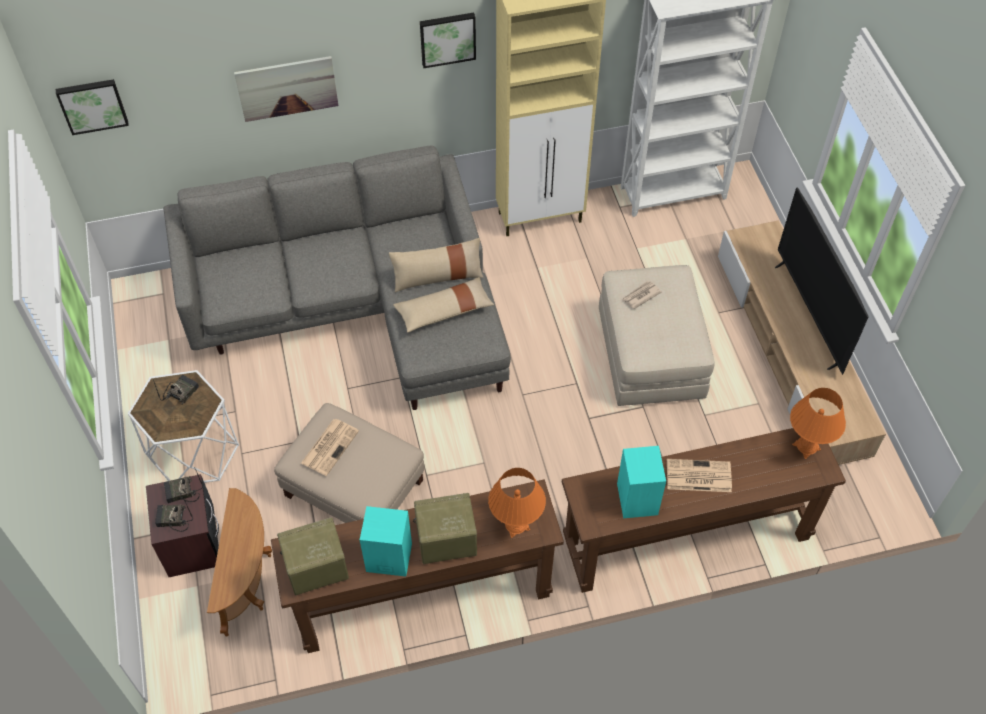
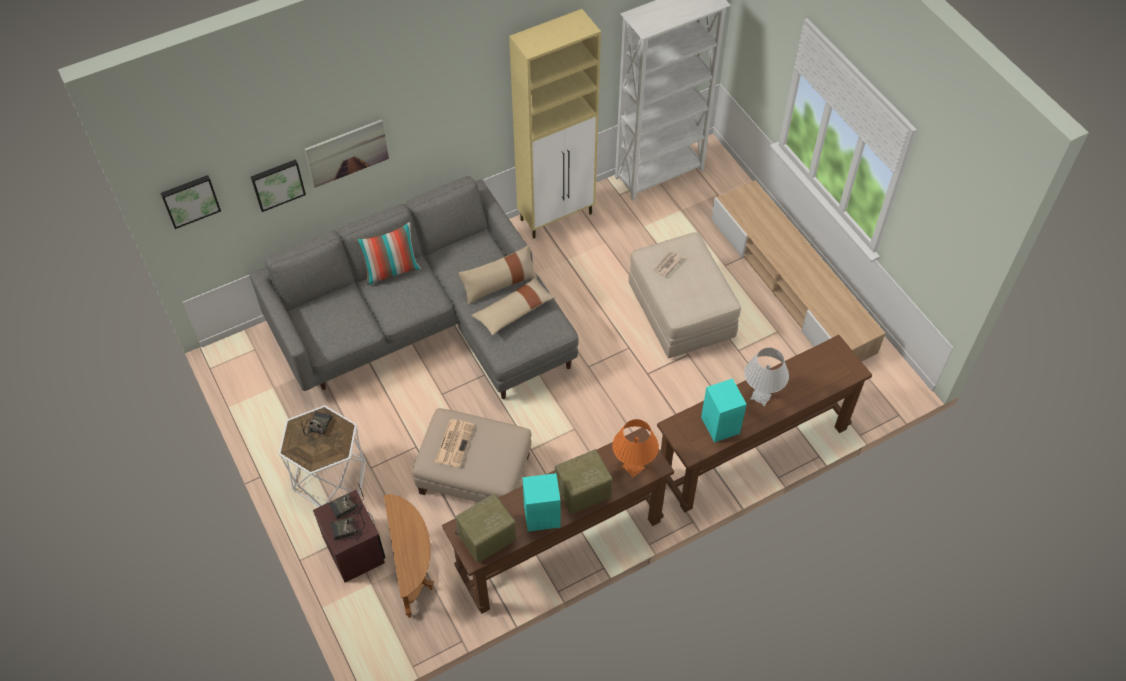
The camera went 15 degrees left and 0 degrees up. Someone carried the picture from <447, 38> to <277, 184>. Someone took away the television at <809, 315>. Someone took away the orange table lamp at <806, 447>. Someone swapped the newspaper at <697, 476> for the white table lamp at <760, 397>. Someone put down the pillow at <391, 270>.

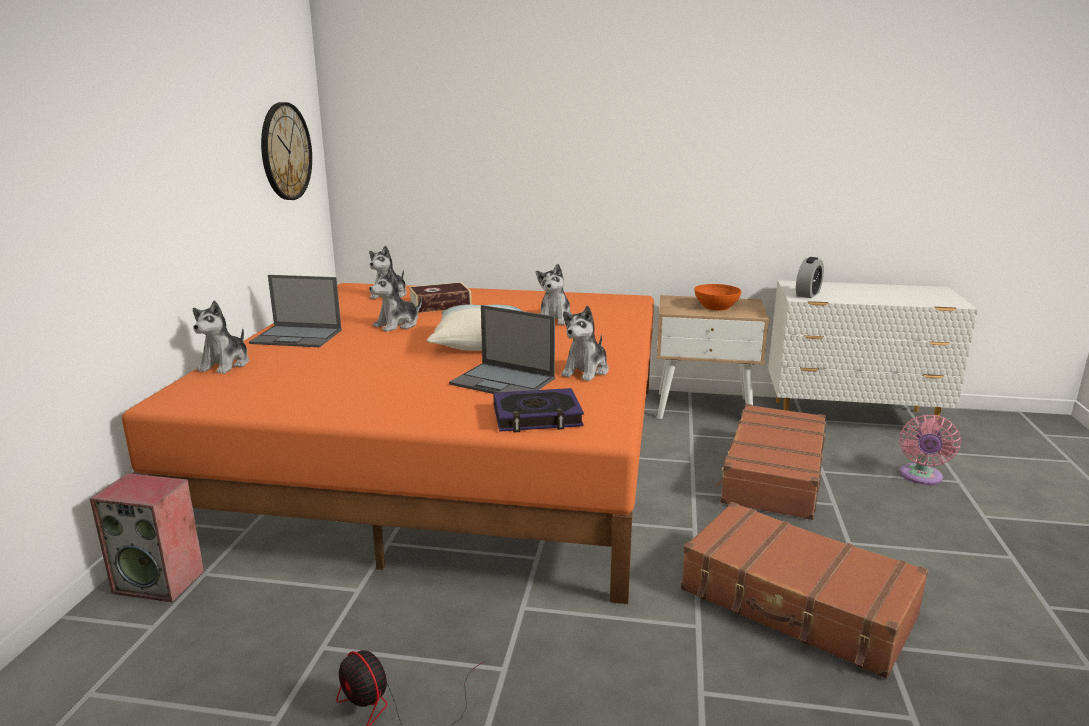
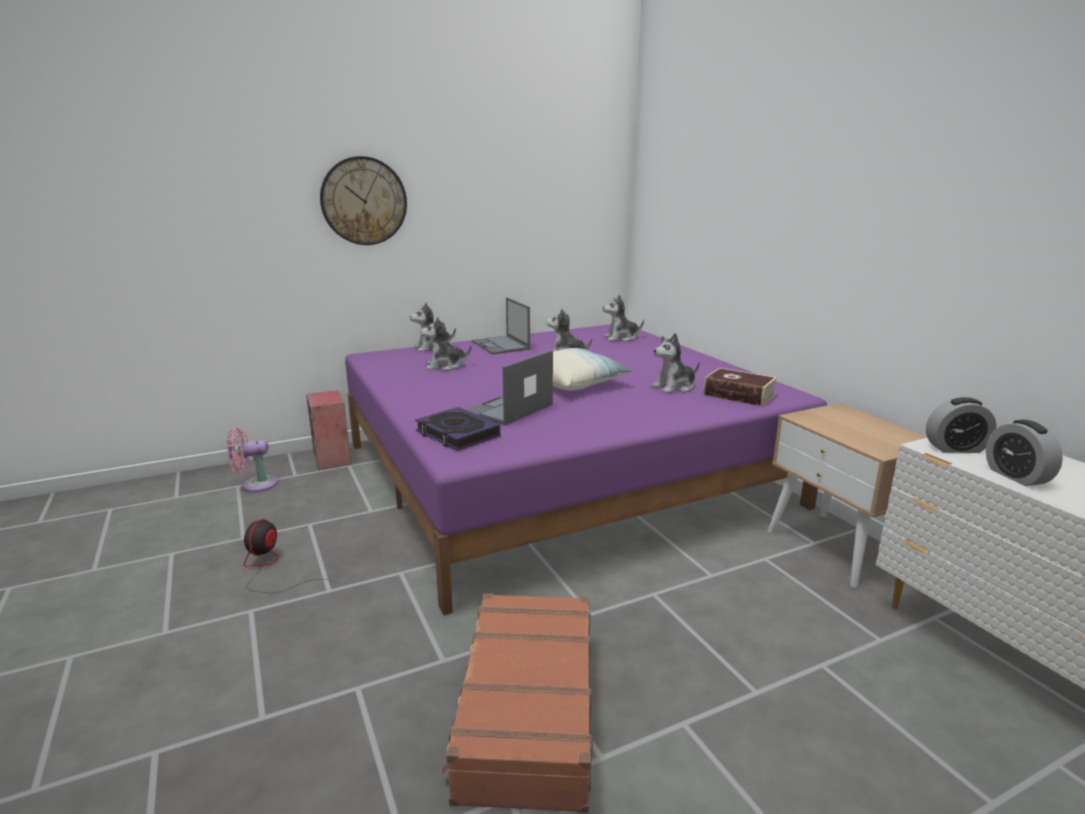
The camera went 55 degrees right and 0 degrees up. Someone carried the wall clock from <285, 151> to <364, 201>. Someone carried the book from <440, 305> to <738, 395>. Someone repainted the orange bed at <450, 456>, which became the purple bed at <560, 474>. Someone took away the orange bowl at <716, 307>. Someone rotated the laptop at <504, 381> by 45 degrees clockwise. Someone carried the plush toy from <586, 371> to <445, 366>. Someone took away the brown suitcase at <772, 475>. Someone carried the pink fan from <920, 477> to <255, 485>. Someone put down the alarm clock at <1016, 476>.

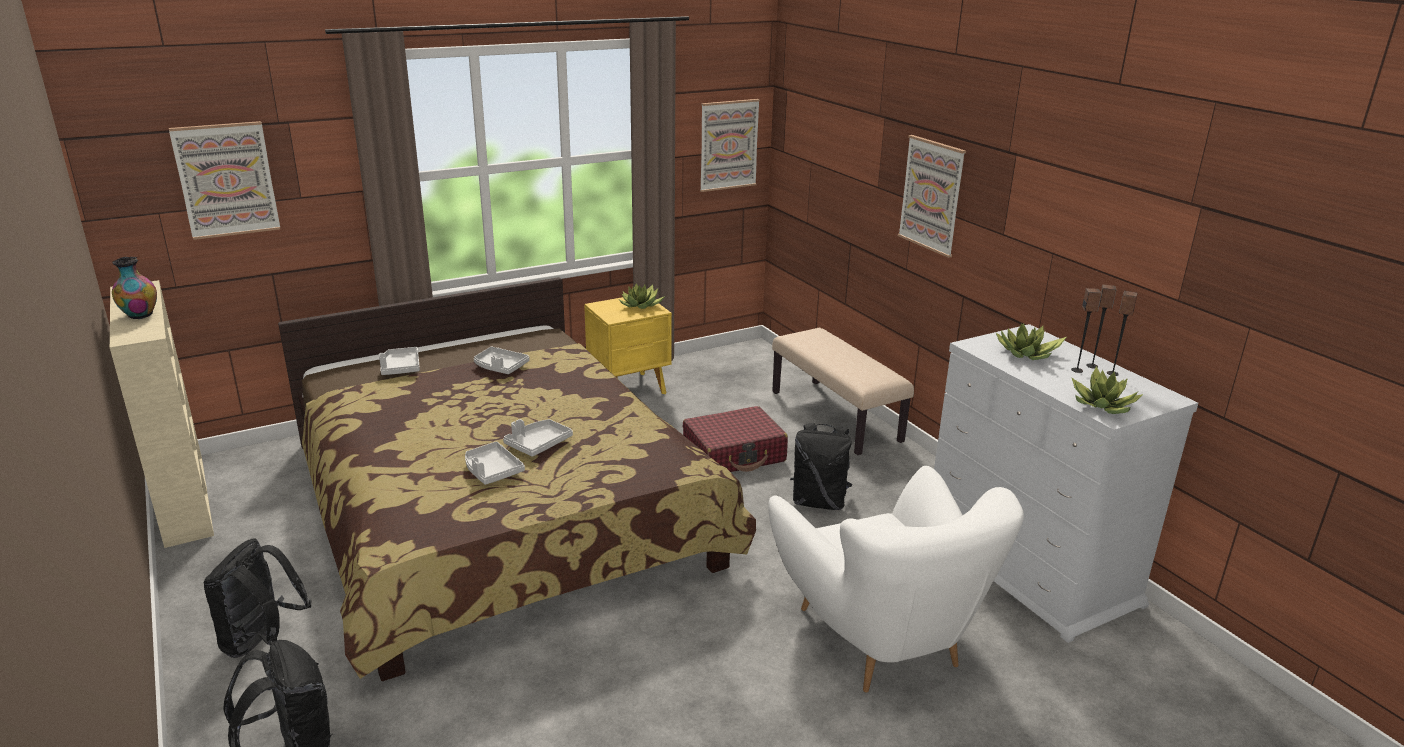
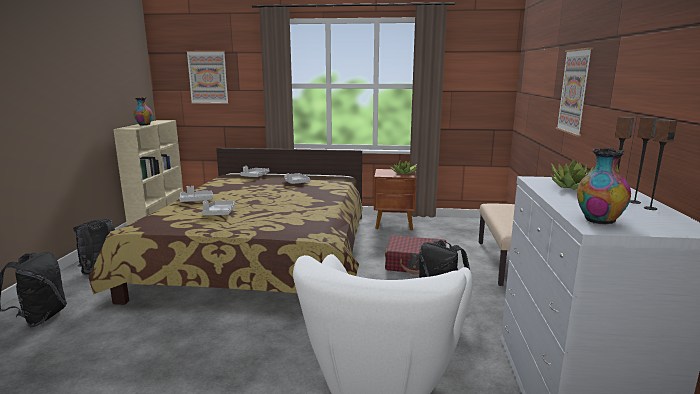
The camera went 35 degrees right and 10 degrees down. Someone took away the picture at <728, 145>. Someone repainted the yellow nightstand at <629, 389>, which became the brown nightstand at <394, 224>. Someone swapped the potted plant at <1102, 406> for the vase at <598, 220>. Someone carried the grey tray from <538, 444> to <196, 200>.

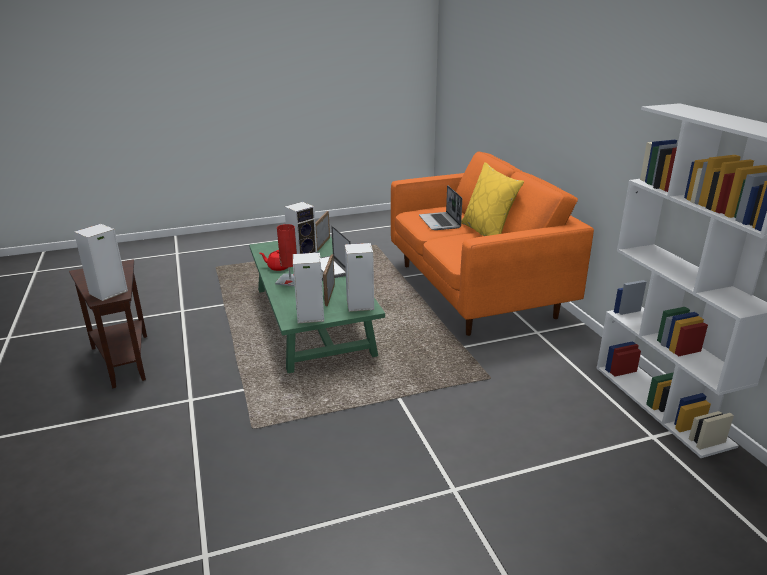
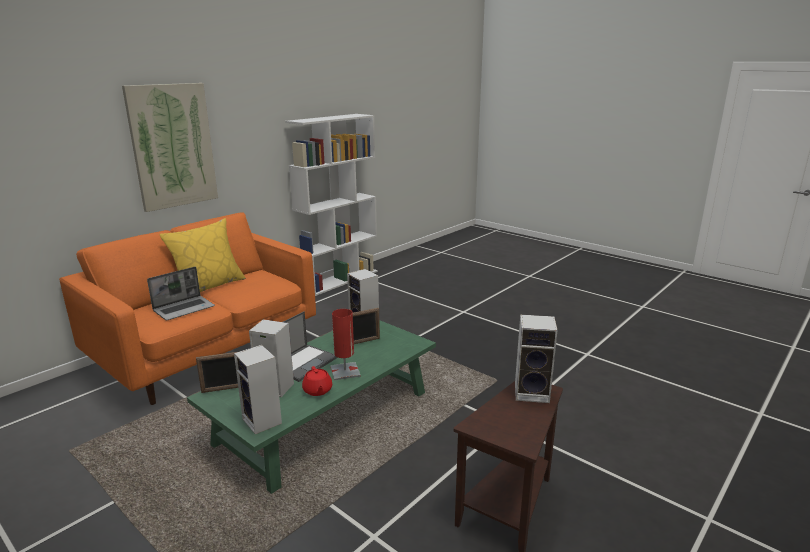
The camera went 120 degrees left and 5 degrees down. Someone carried the speaker from <309, 317> to <263, 421>. Someone put up the picture at <172, 146>.

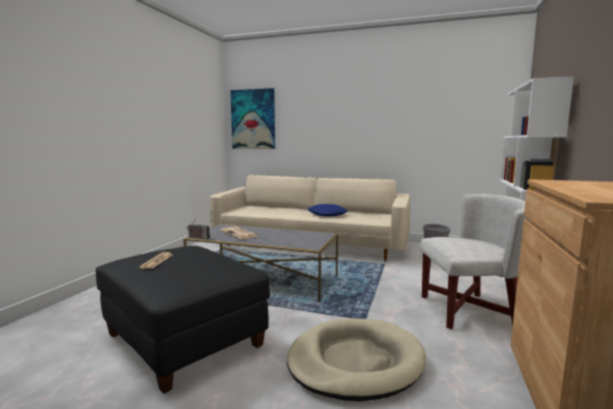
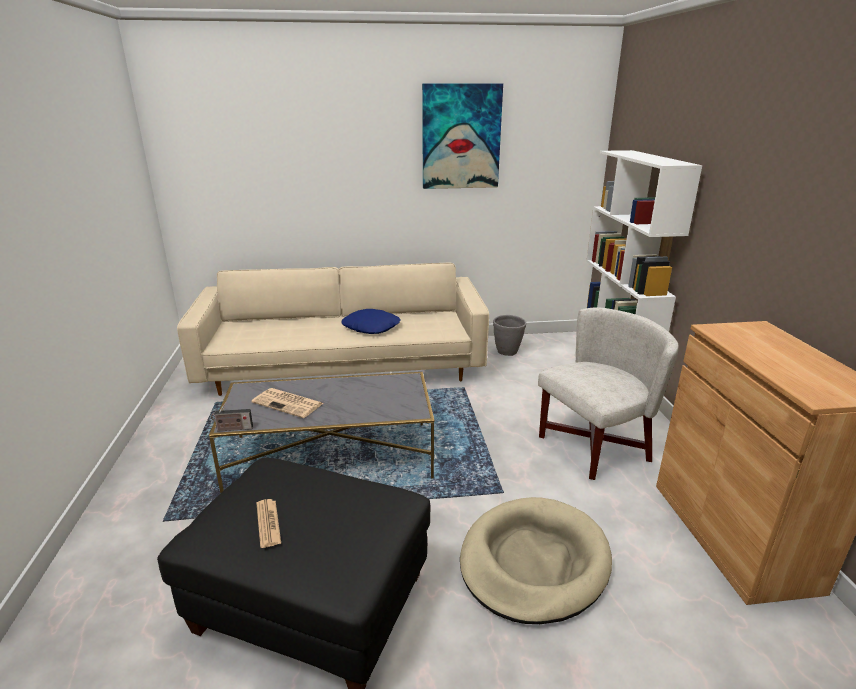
The camera went 25 degrees left and 15 degrees up. Someone carried the picture from <253, 119> to <461, 137>.

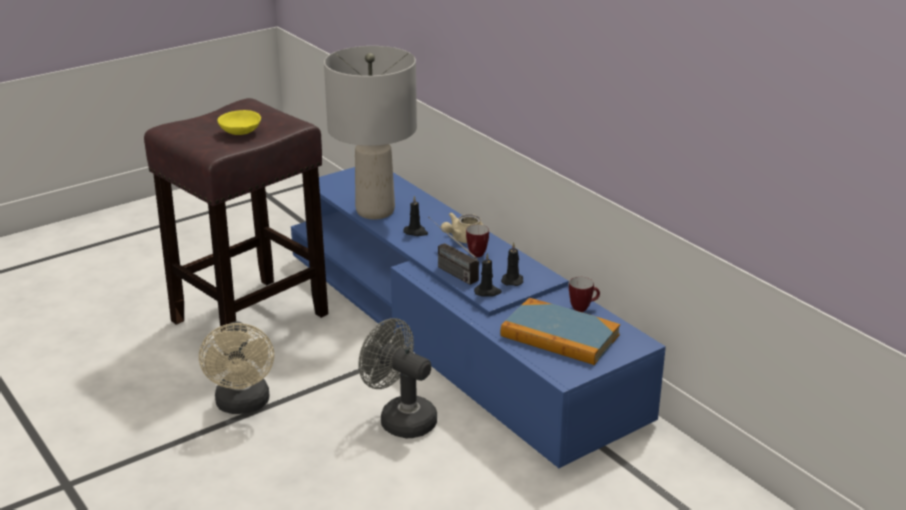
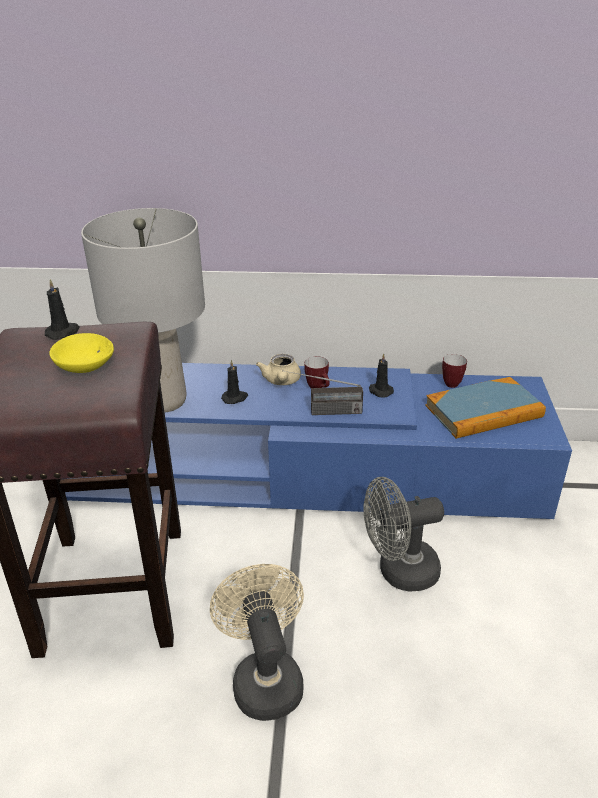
The camera went 50 degrees left and 5 degrees up. Someone carried the black candle from <487, 292> to <63, 332>. Someone rotated the beige fan at <243, 405> by 135 degrees counterclockwise.

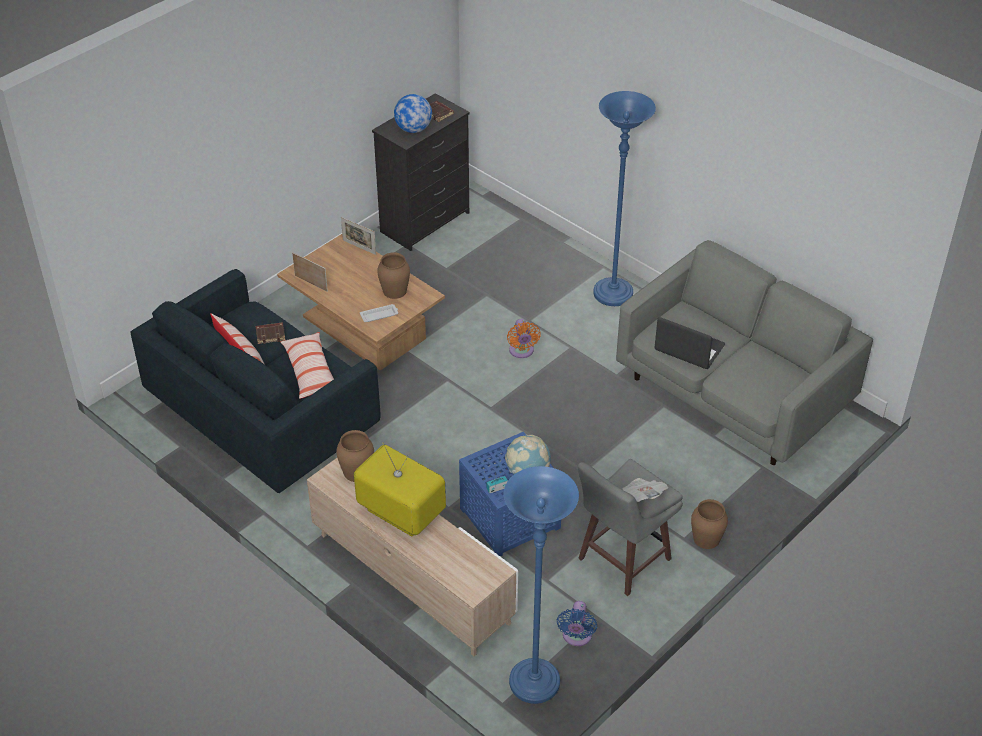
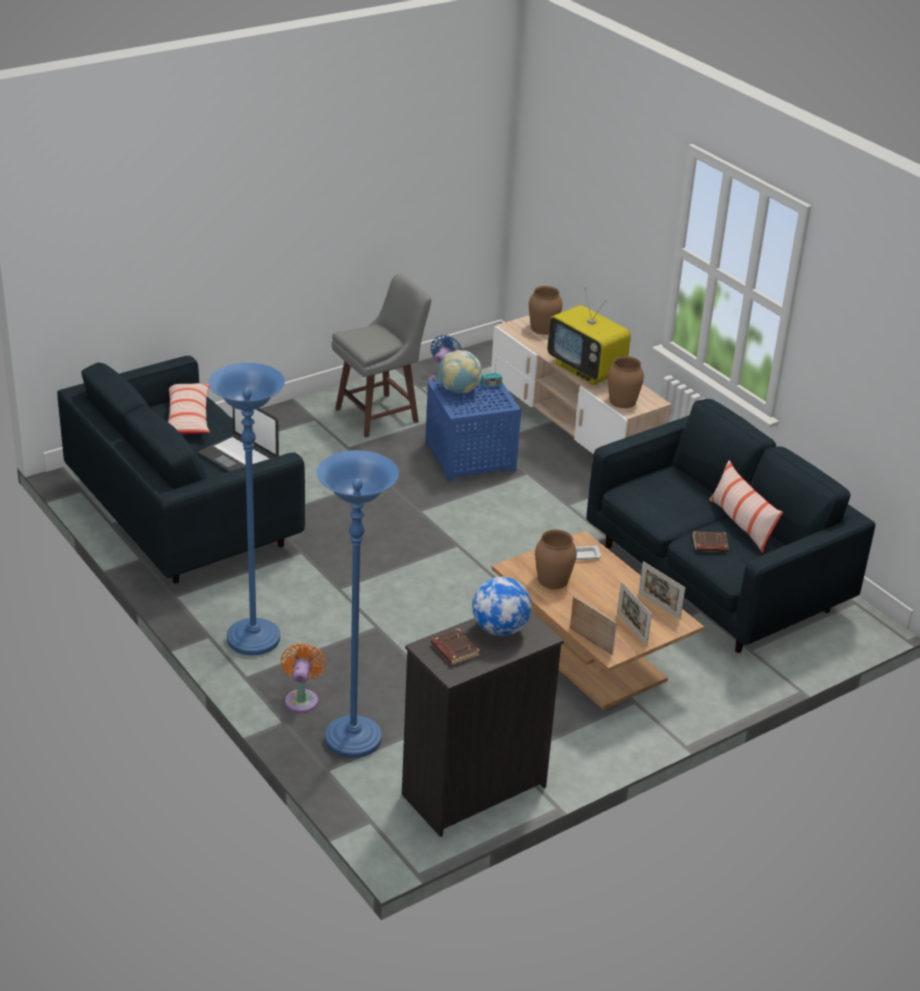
The camera went 170 degrees left and 10 degrees down. Someone repainted the grey sofa at <732, 393>, which became the blue sofa at <184, 515>. Someone carried the orange fan from <521, 351> to <302, 698>. Someone carried the pillow from <310, 372> to <188, 417>. Someone carried the blue floor lamp from <534, 683> to <353, 740>. Someone took away the newspaper at <641, 498>. Someone carried the brown vase from <706, 539> to <543, 328>. Someone put down the picture frame at <632, 629>.

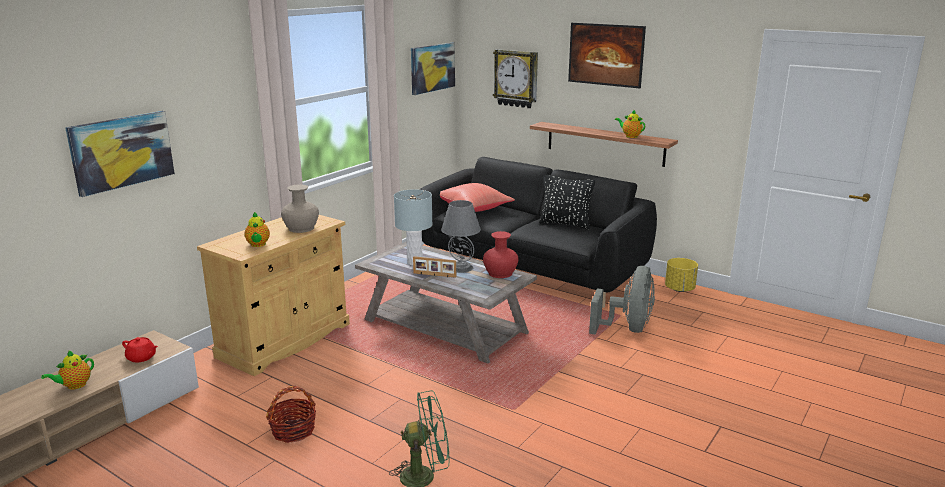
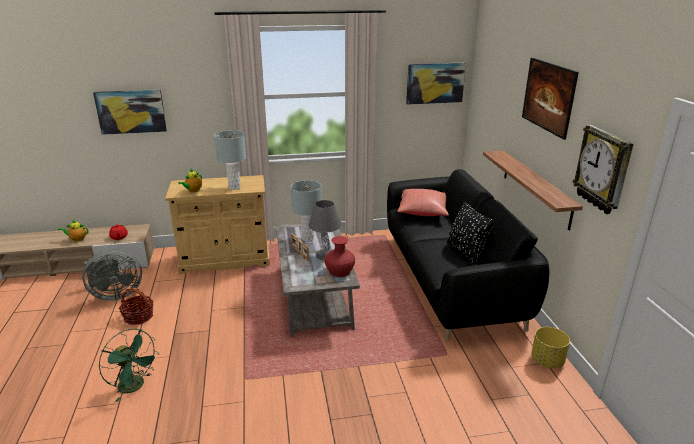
The camera went 45 degrees right and 5 degrees up. Someone carried the wall clock from <516, 78> to <603, 169>. Someone took away the teapot at <630, 136>. Someone swapped the beige vase at <301, 228> for the grey table lamp at <234, 187>. Someone carried the grey fan from <627, 328> to <115, 294>.

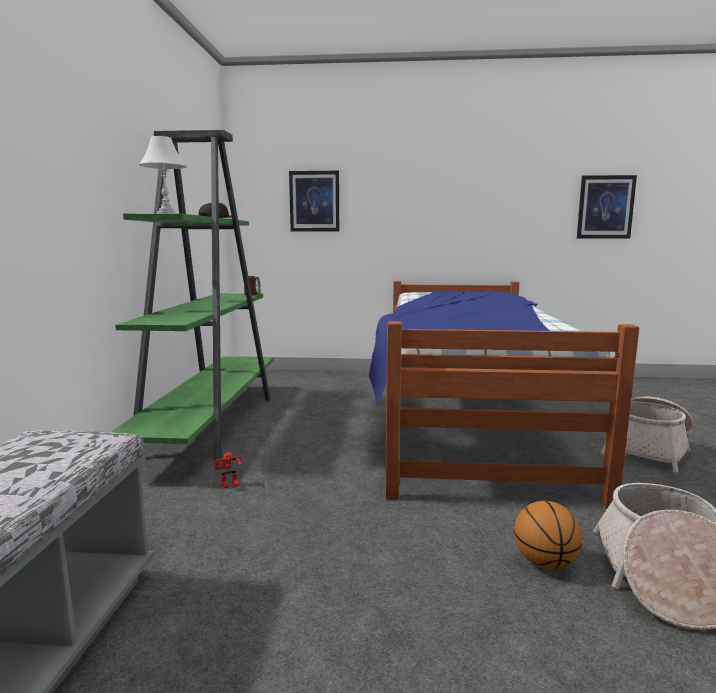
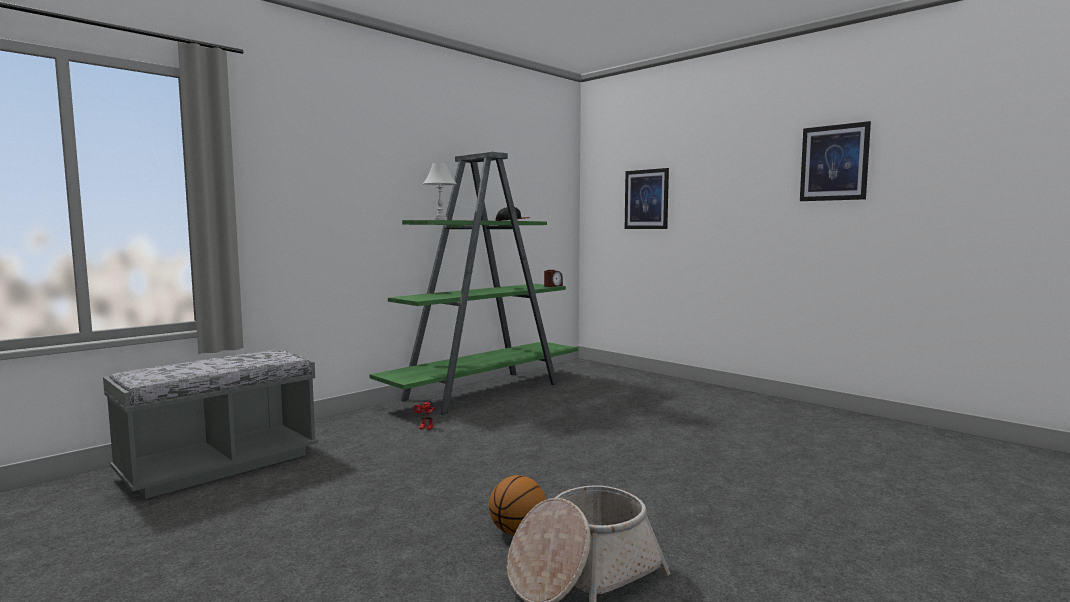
The camera went 40 degrees right and 5 degrees down. Someone carried the picture from <605, 207> to <834, 163>. Someone took away the bed at <466, 418>. Someone took away the basket at <648, 449>.

